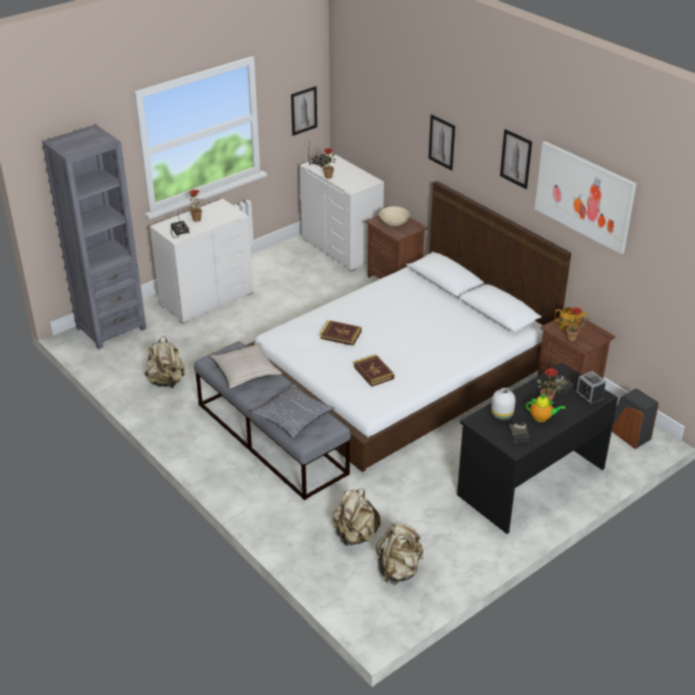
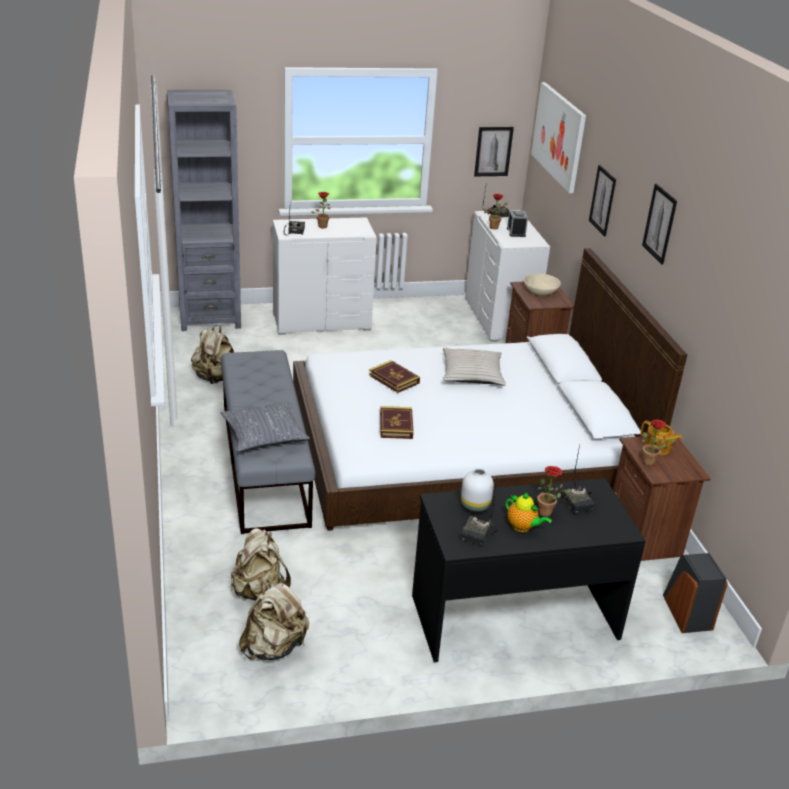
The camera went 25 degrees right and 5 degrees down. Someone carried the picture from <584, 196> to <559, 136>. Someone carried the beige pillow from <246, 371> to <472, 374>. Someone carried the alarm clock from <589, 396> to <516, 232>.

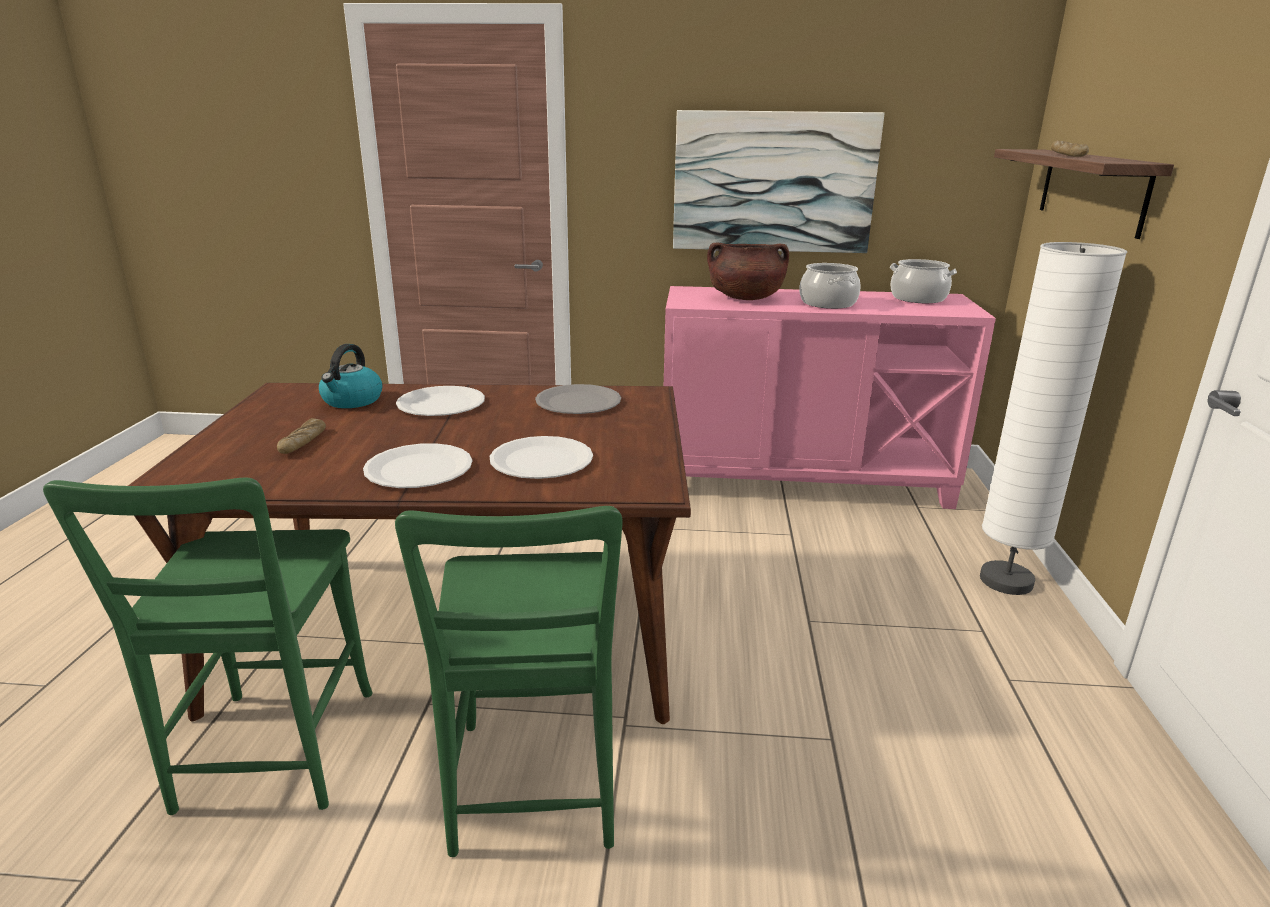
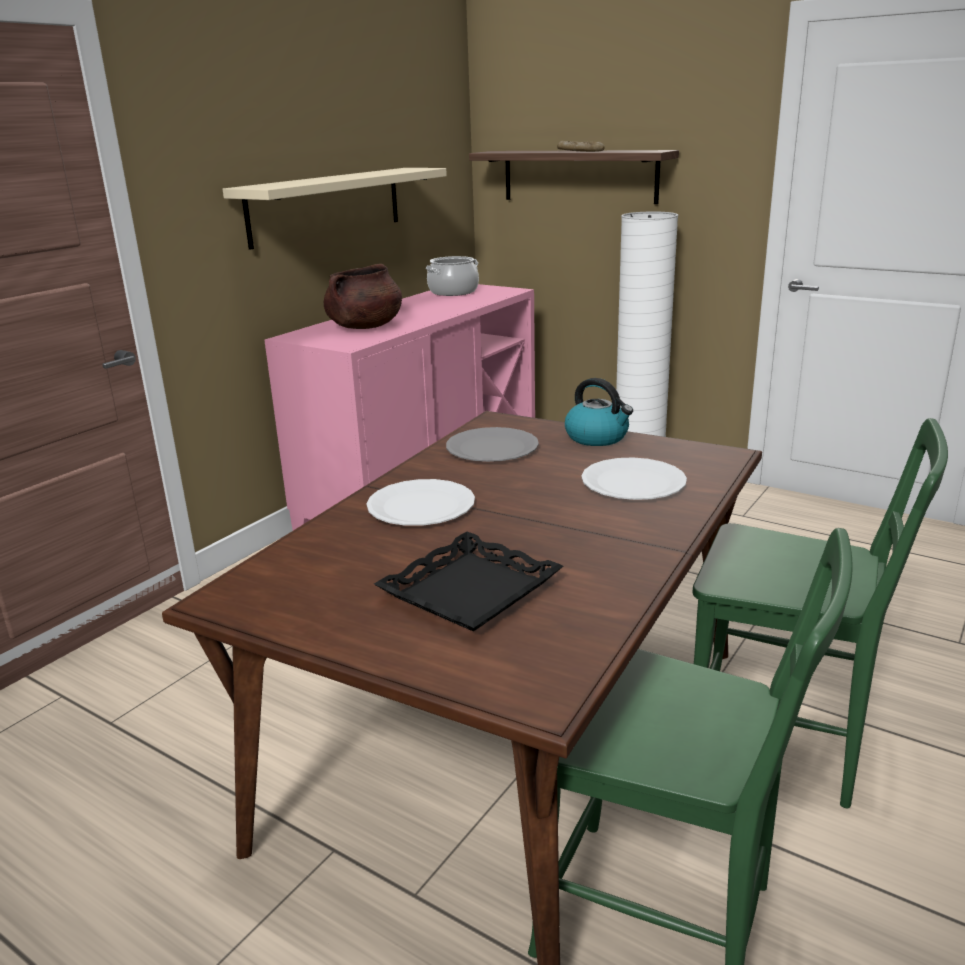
The camera went 60 degrees left and 0 degrees up. Someone swapped the picture at <773, 182> for the beige shelf at <326, 205>. Someone took away the cooking pot at <828, 303>. Someone carried the kettle from <352, 401> to <597, 437>. Someone swapped the bread at <303, 442> for the black tray at <471, 591>. Someone took away the white plate at <419, 469>.

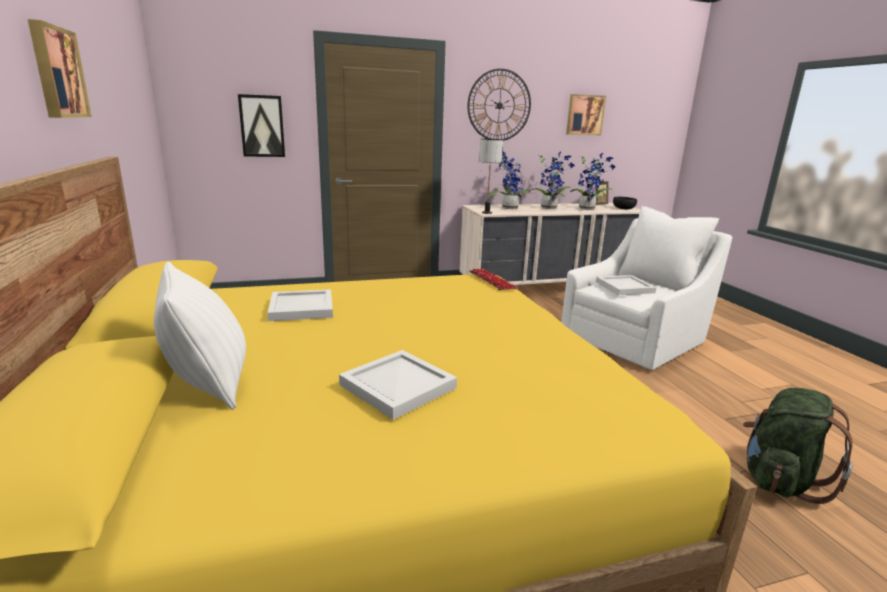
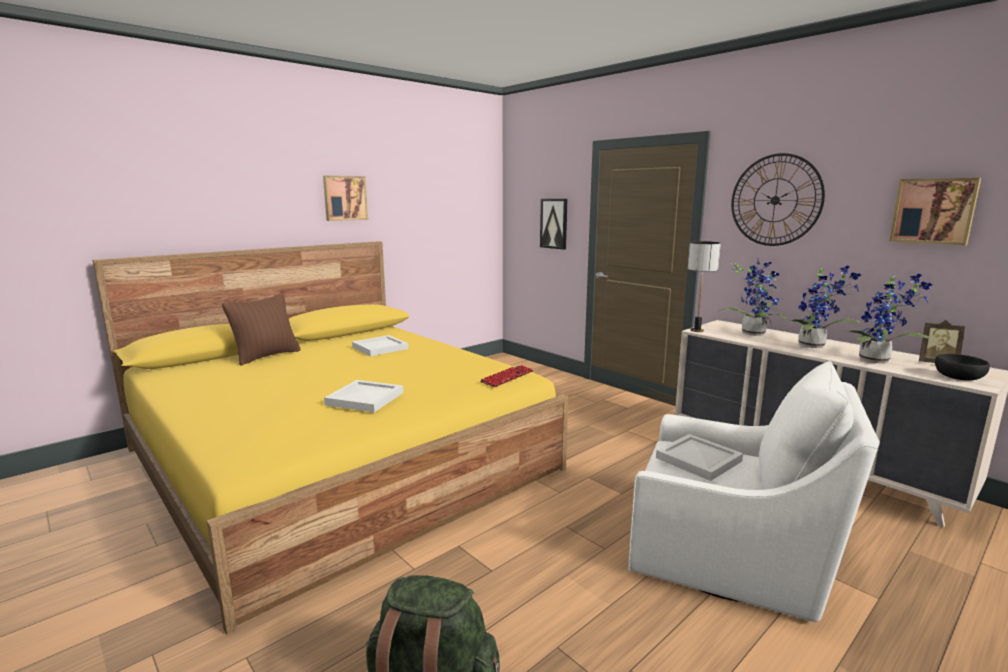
The camera went 65 degrees right and 5 degrees down. Someone repainted the white pillow at <208, 383>, which became the brown pillow at <266, 356>. Someone carried the white tray from <400, 386> to <365, 399>.

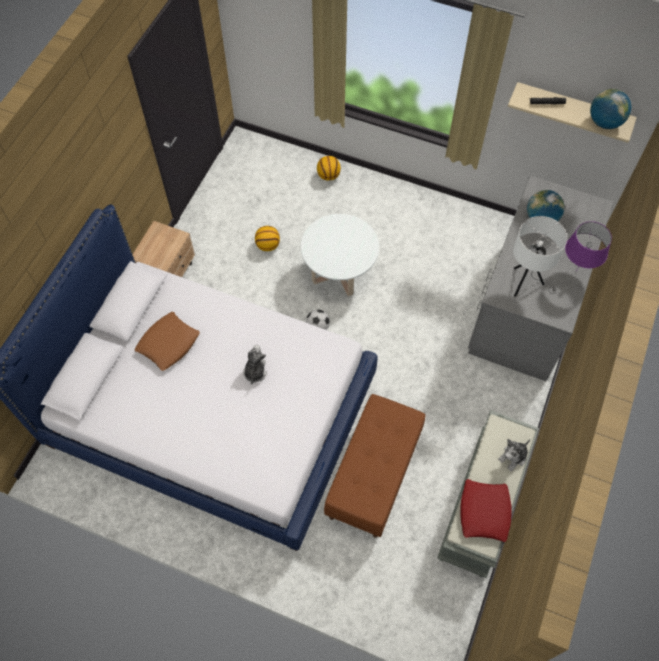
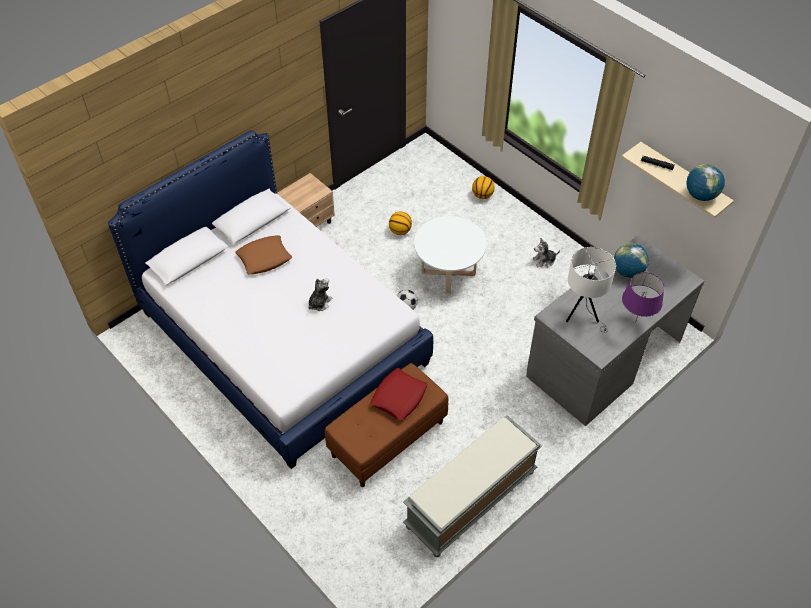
The camera went 25 degrees right and 10 degrees down. Someone carried the plush toy from <513, 457> to <544, 261>. Someone carried the red pillow from <484, 512> to <399, 397>.

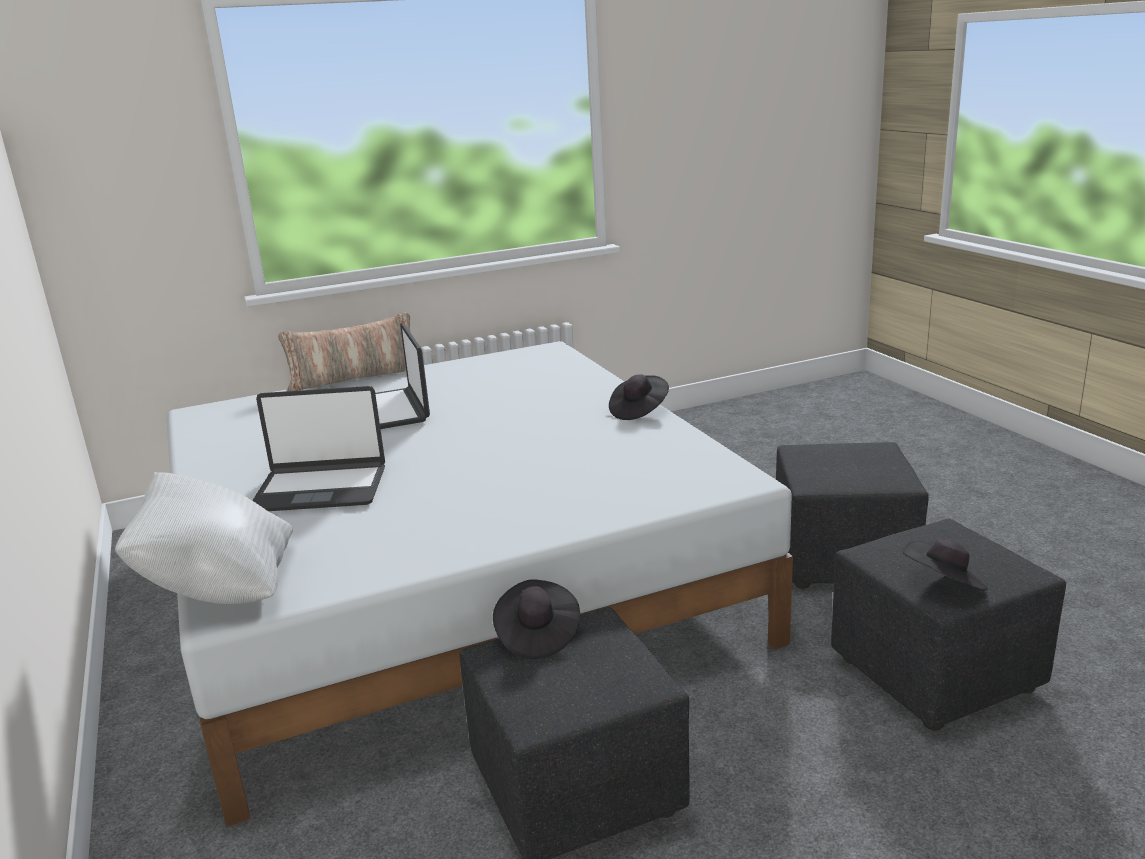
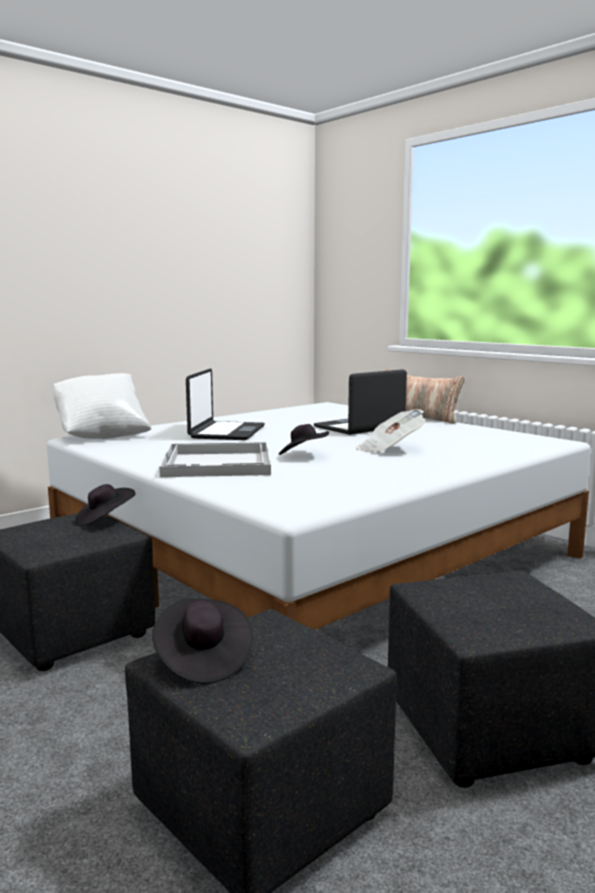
The camera went 70 degrees right and 10 degrees down. Someone carried the black hat from <639, 411> to <303, 456>. Someone rotated the laptop at <321, 489> by 150 degrees counterclockwise. Someone put down the newspaper at <389, 449>. Someone put down the white tray at <218, 463>.

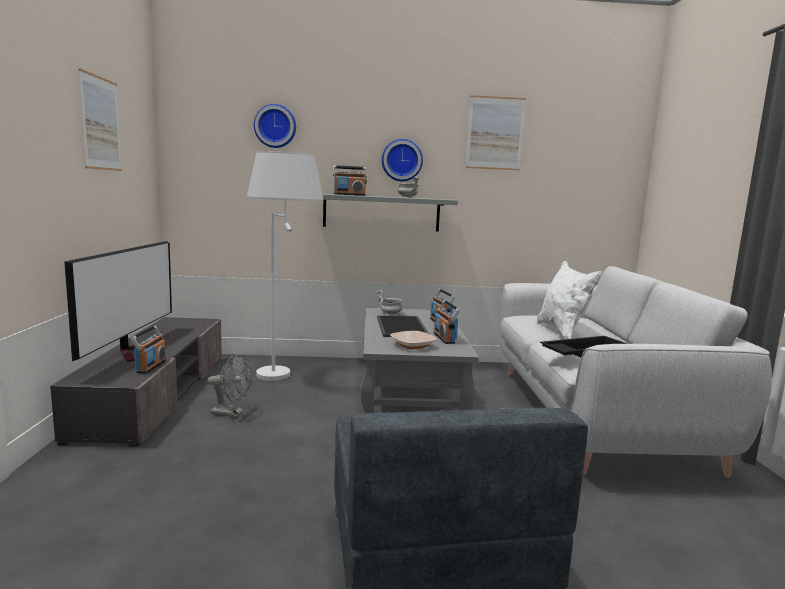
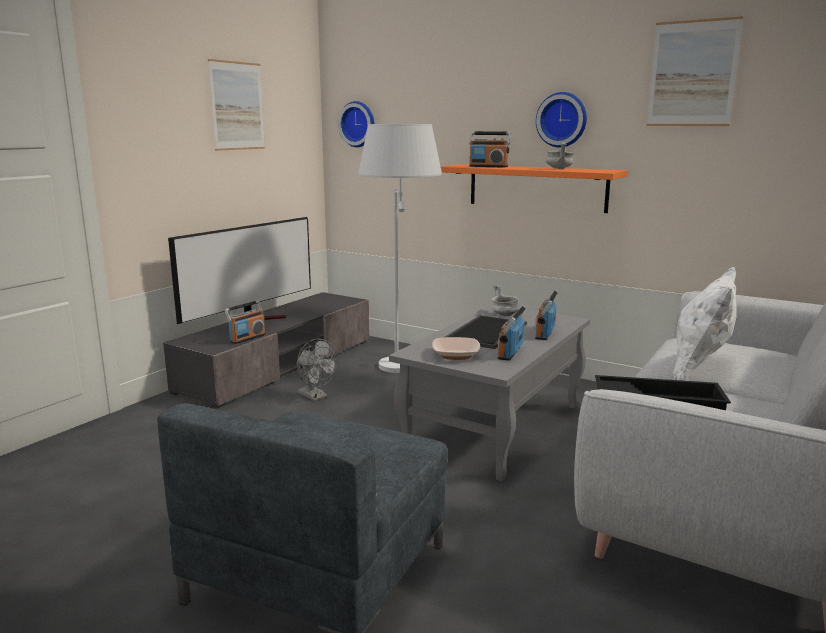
The camera went 35 degrees right and 5 degrees up. Someone carried the wall clock from <275, 126> to <358, 124>. Someone repainted the grey shelf at <381, 212>, which became the orange shelf at <536, 187>.

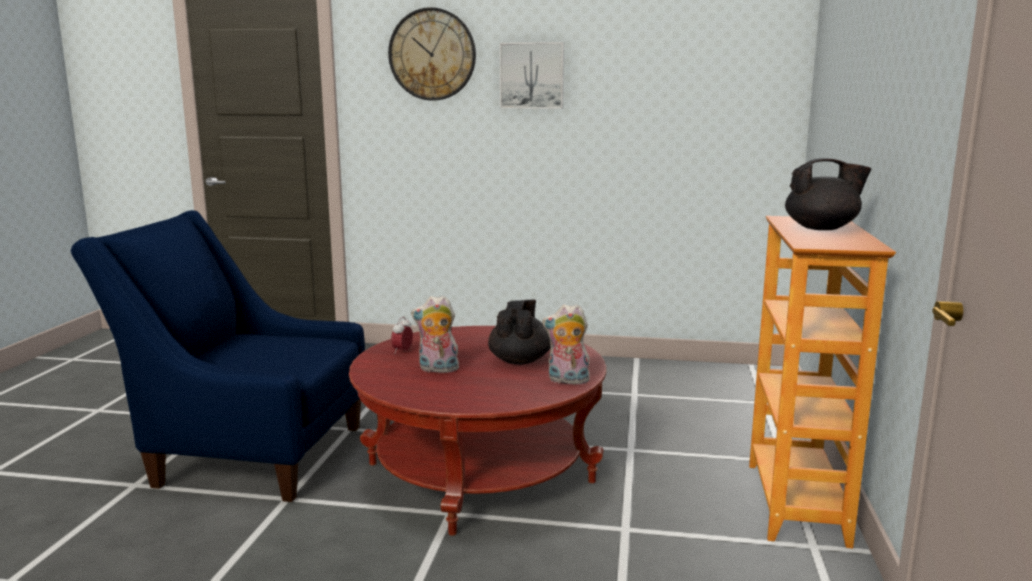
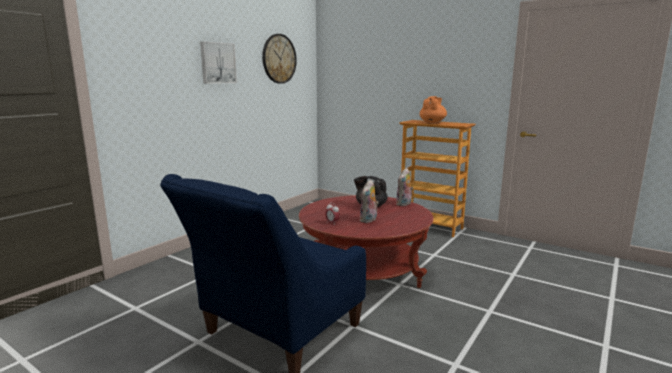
The camera went 65 degrees left and 0 degrees up. Someone carried the wall clock from <432, 54> to <279, 59>. Someone repainted the black teapot at <822, 228>, which became the orange teapot at <432, 122>.

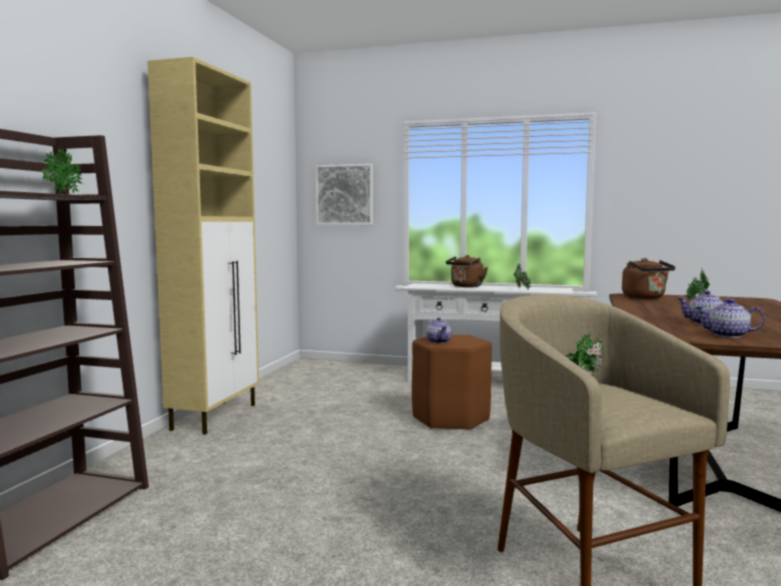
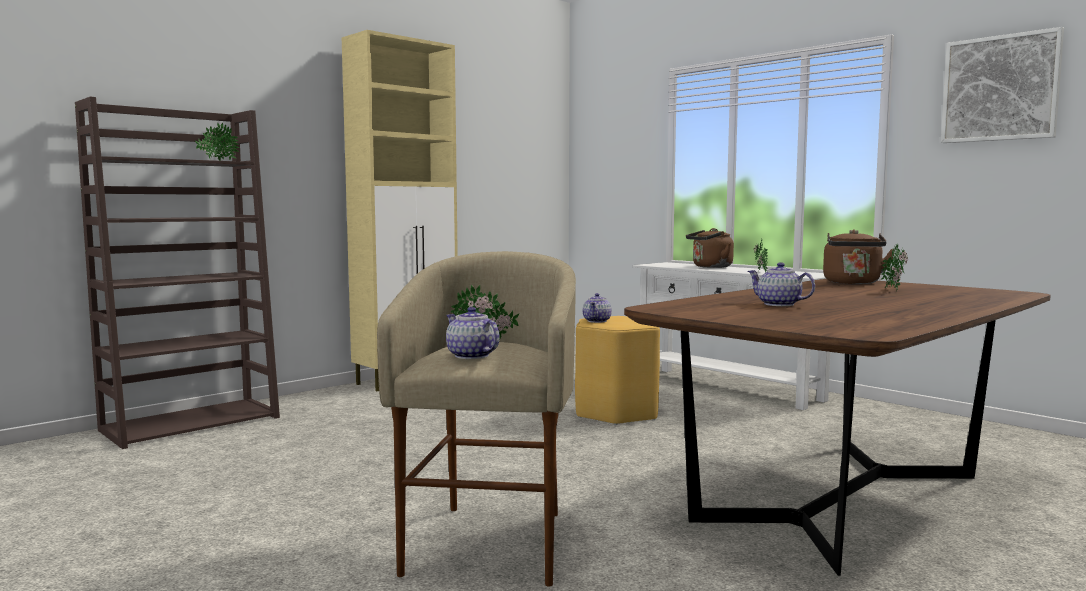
The camera went 30 degrees right and 0 degrees up. Someone carried the picture from <344, 195> to <1000, 88>. Someone carried the teapot from <728, 335> to <471, 356>. Someone repainted the brown stool at <451, 418>, which became the yellow stool at <617, 412>.

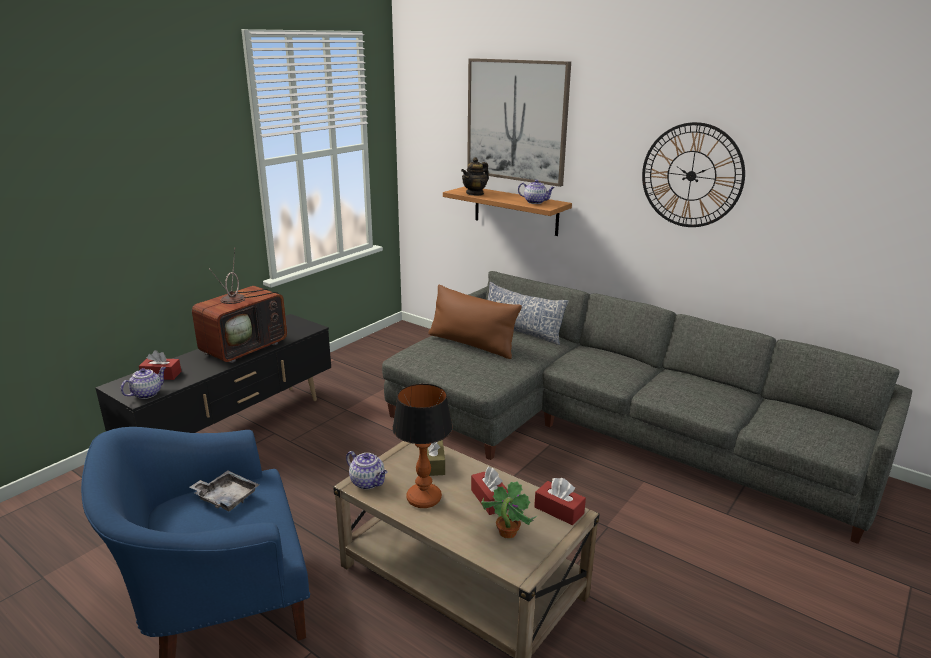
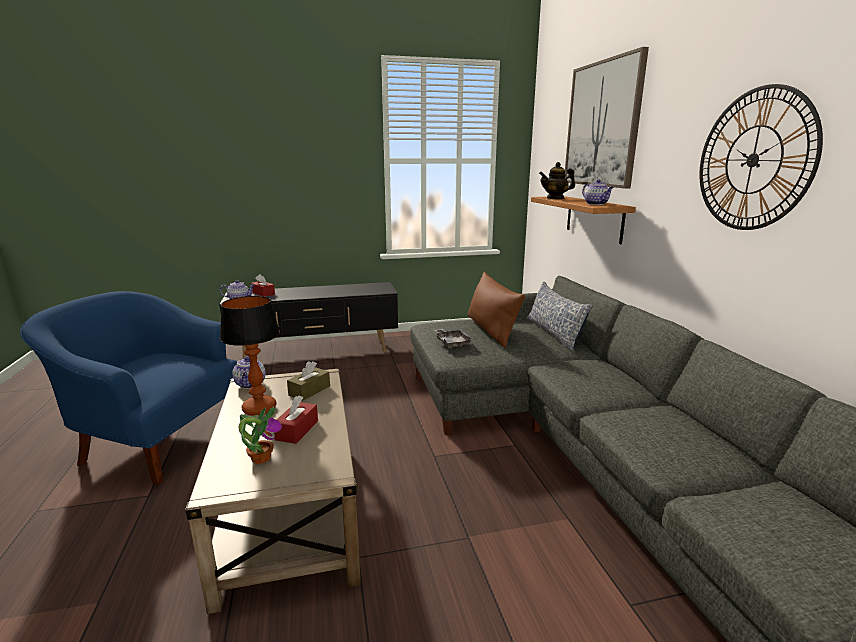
The camera went 40 degrees right and 5 degrees down. Someone took away the television at <245, 347>. Someone carried the grey tray from <226, 497> to <452, 342>. Someone took away the red tissue box at <559, 510>.

